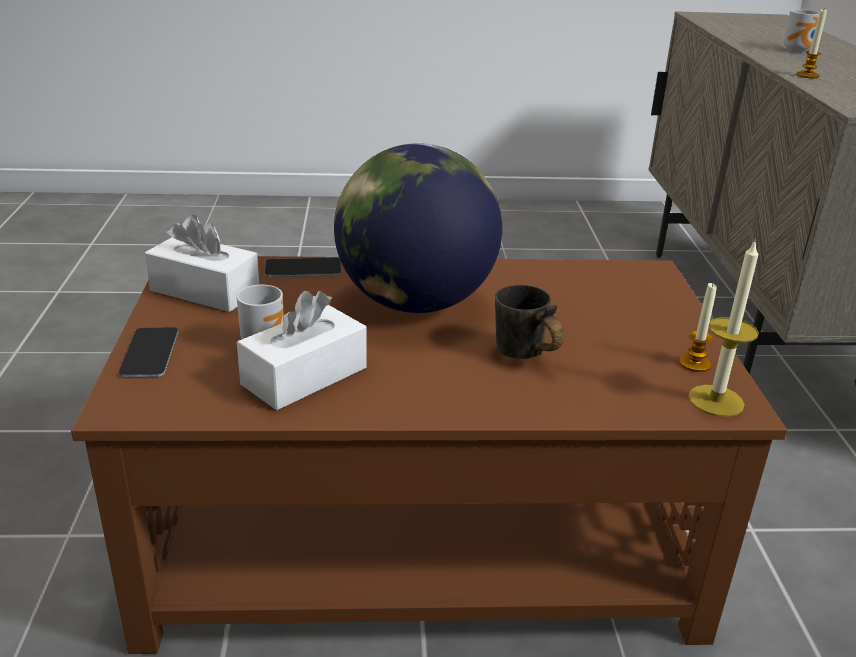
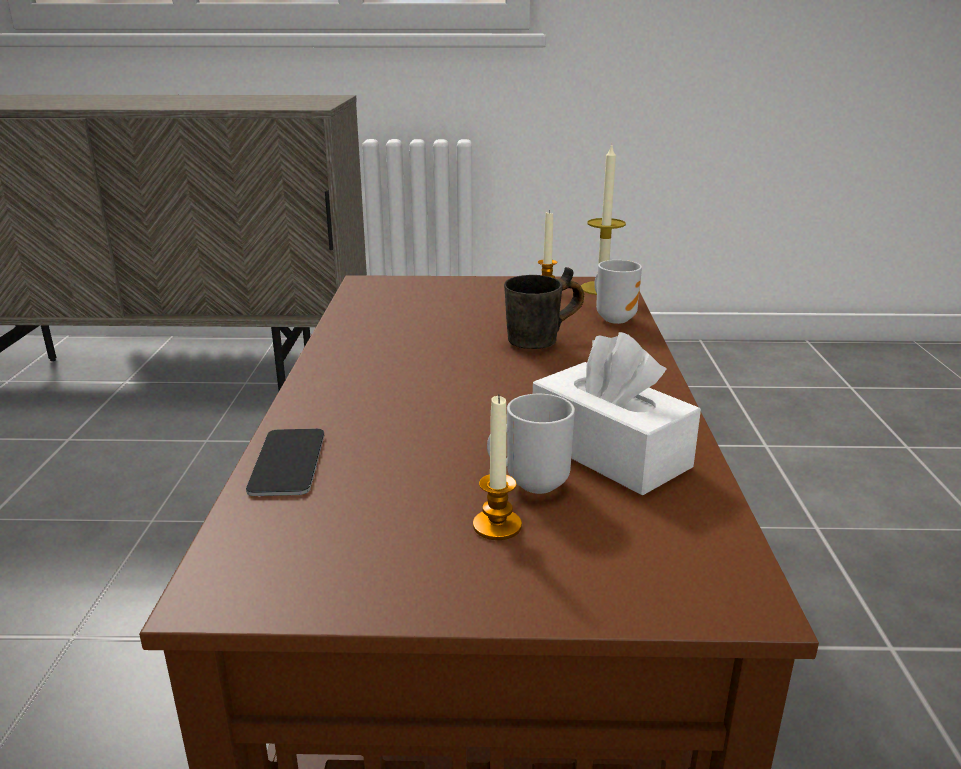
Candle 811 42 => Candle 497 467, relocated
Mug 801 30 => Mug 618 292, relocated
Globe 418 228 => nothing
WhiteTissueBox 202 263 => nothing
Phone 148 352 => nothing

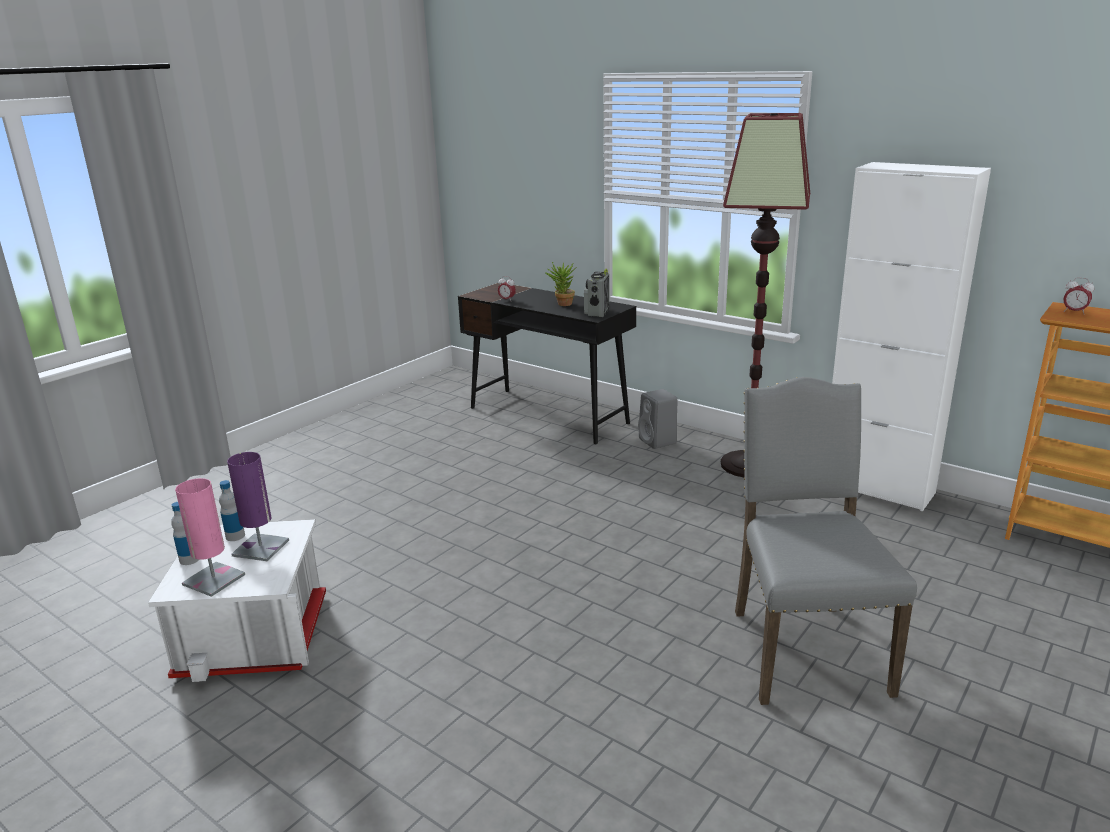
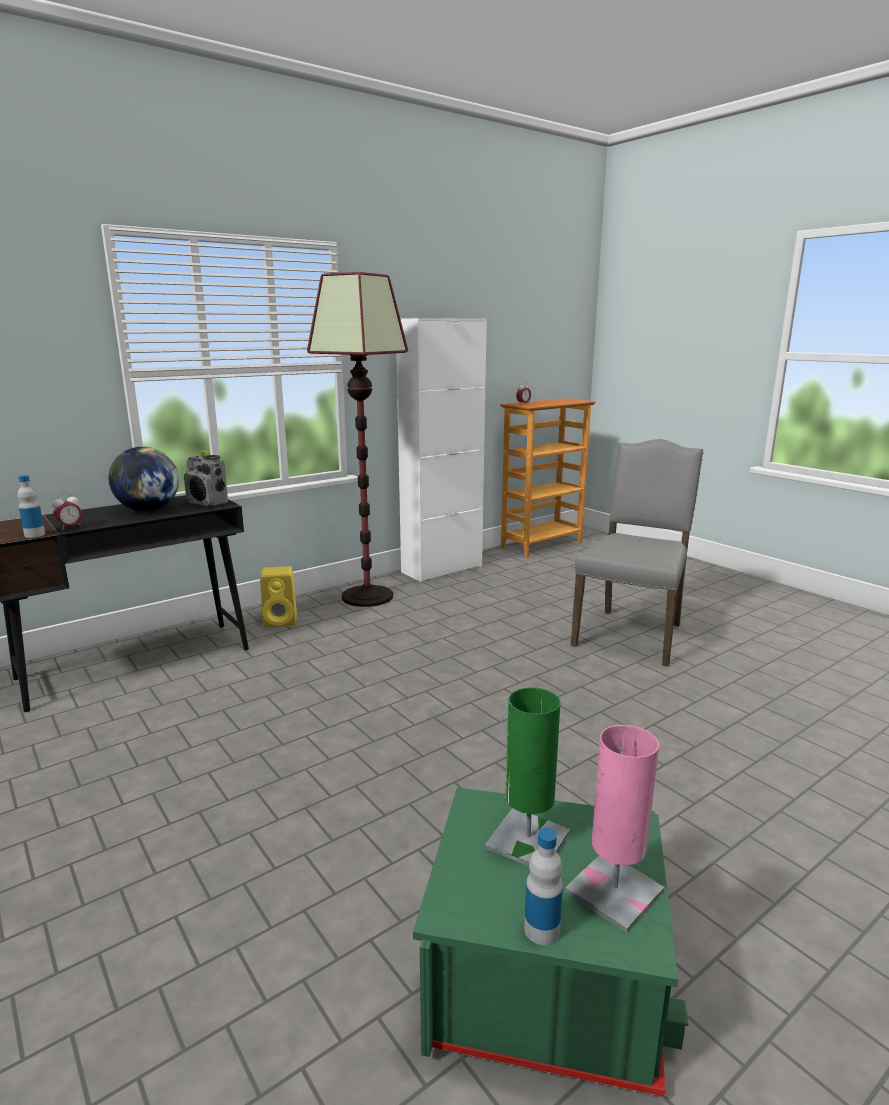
PottedPlant 561 284 => Globe 144 479
GreyChair 826 541 => GreyChair 637 553, 105 degrees clockwise
GreySpeaker 658 419 => YellowSpeaker 278 596
PurpleTableLamp 258 506 => GreenTableLamp 527 777
Bottle 232 510 => Bottle 31 506, relocated
WhiteStorageBox 237 600 => GreenStorageBox 550 942

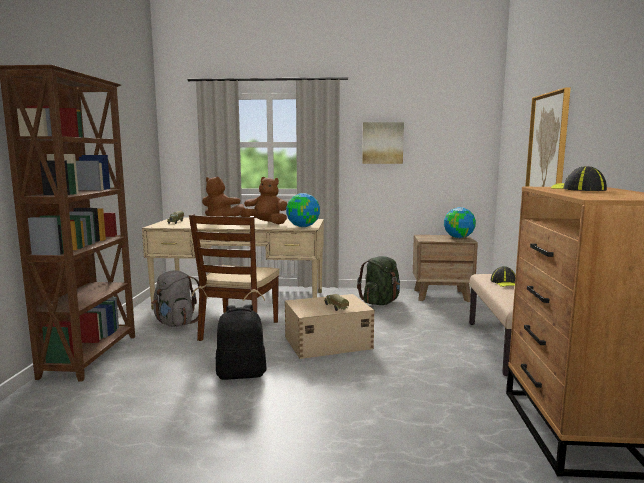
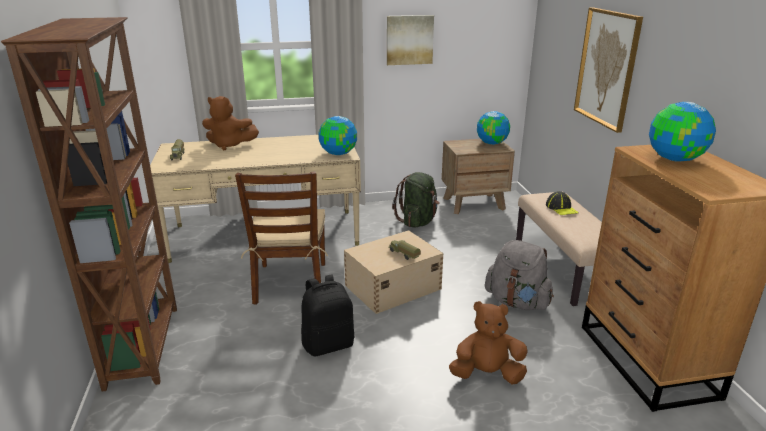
Cap 579 178 => Globe 682 132
BrownPlushToy 263 201 => BrownPlushToy 488 342, relocated
GreyBackpack 175 298 => GreyBackpack 519 275, relocated

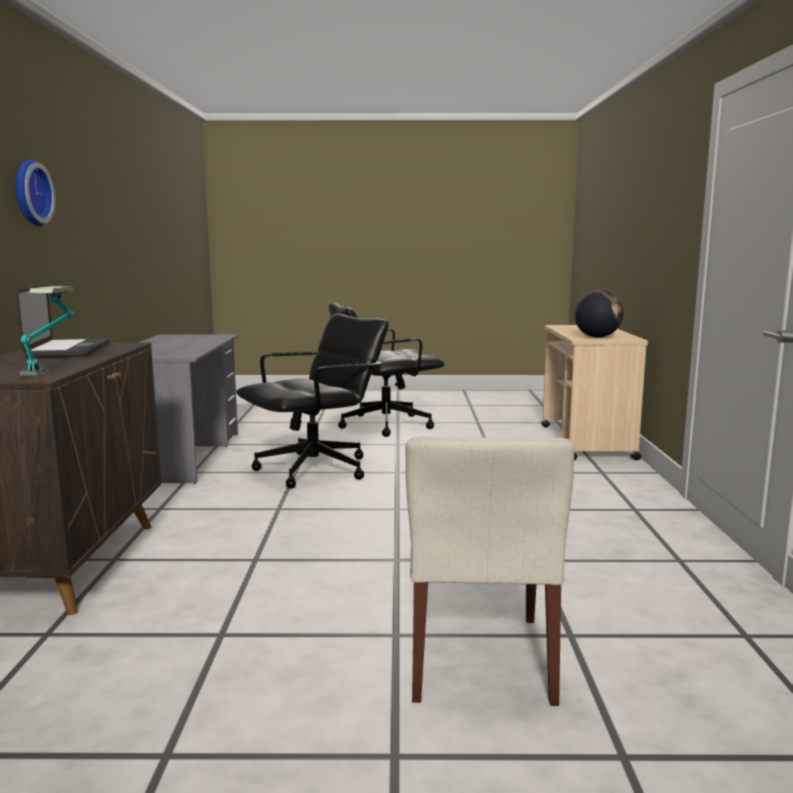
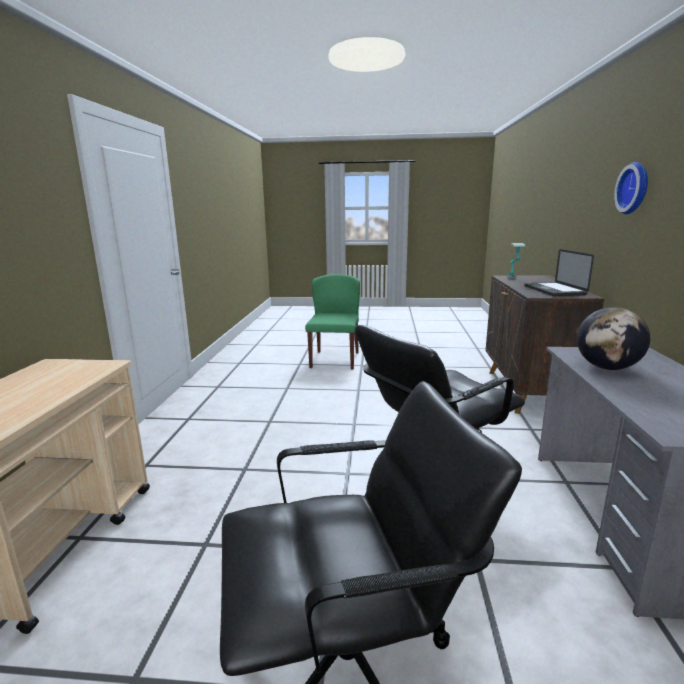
Globe 599 314 => Globe 613 338, relocated
BeigeChair 490 571 => GreenChair 332 321

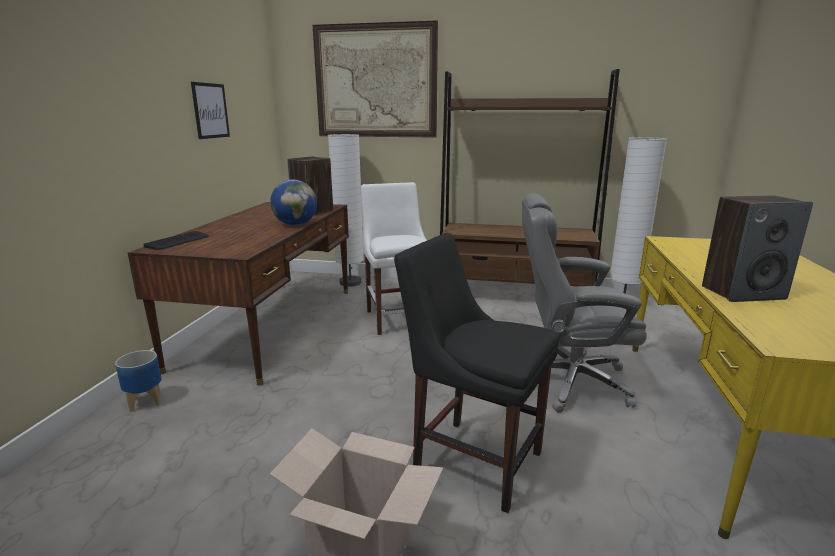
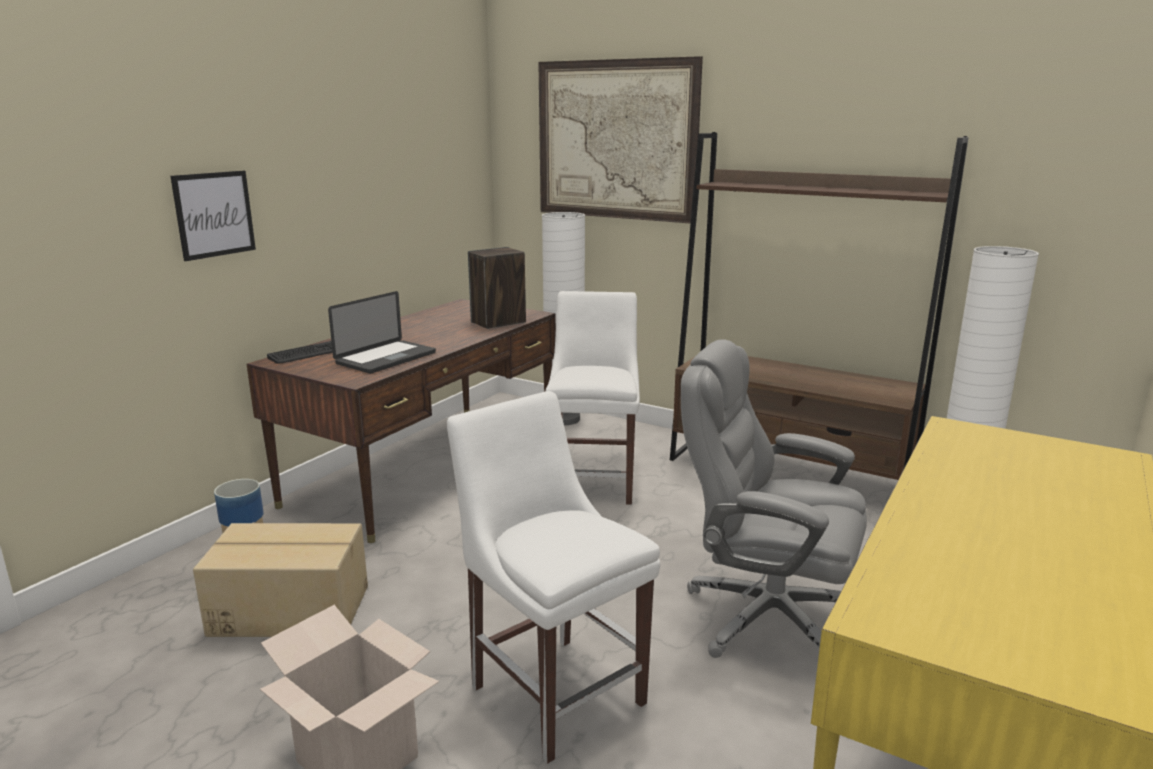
Picture 210 110 => Picture 213 216, relocated
Globe 293 202 => nothing
Speaker 757 248 => nothing
BlackChair 477 373 => WhiteChair 553 577
nothing => Laptop 382 332
nothing => CardboardBox 280 580

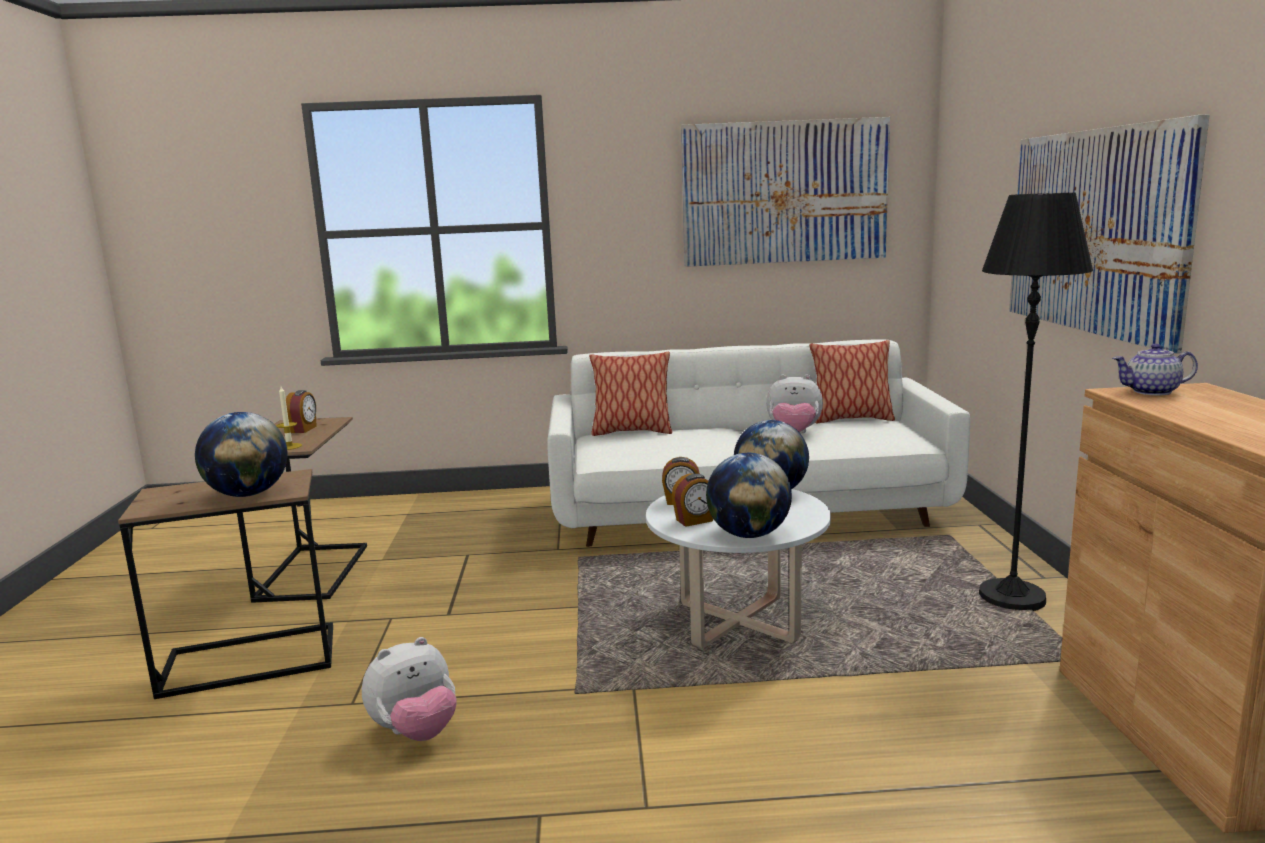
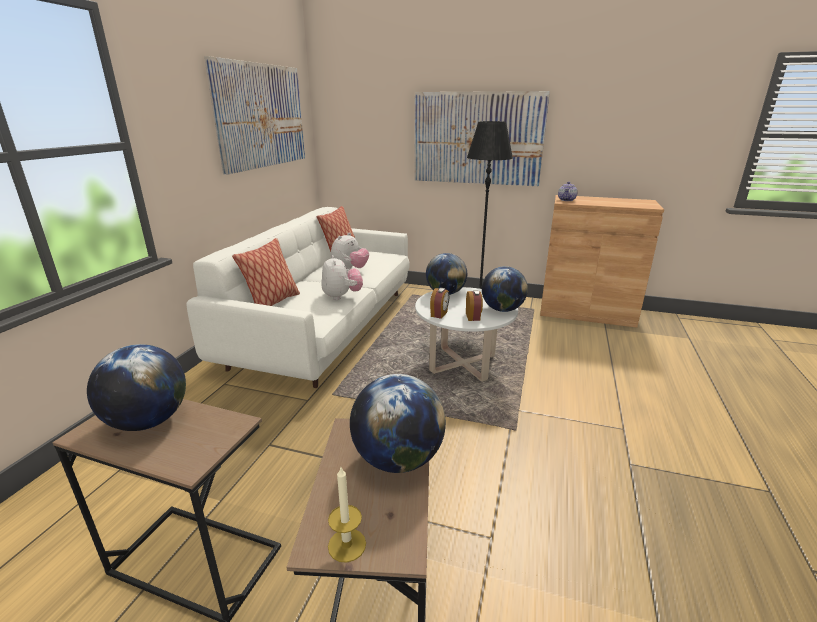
Candle 289 418 => Candle 347 515, relocated
AlarmClock 301 411 => Globe 136 387
PlushToy 409 689 => PlushToy 342 277, relocated

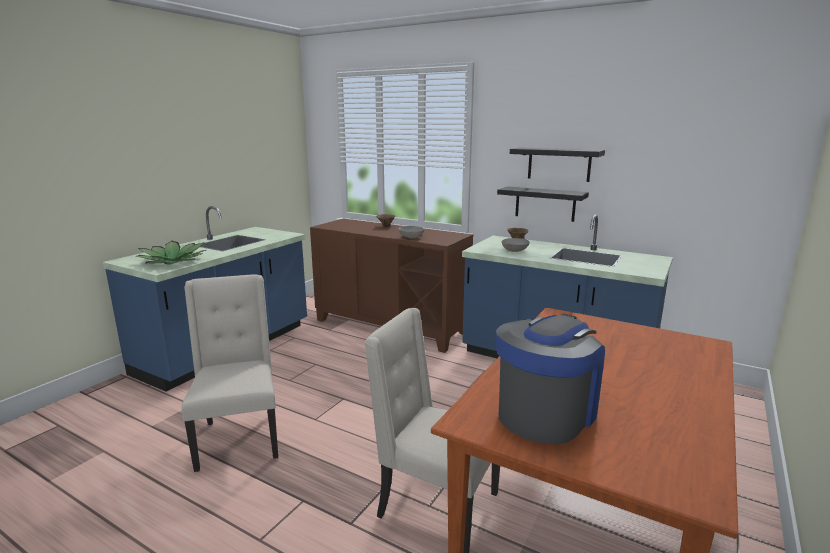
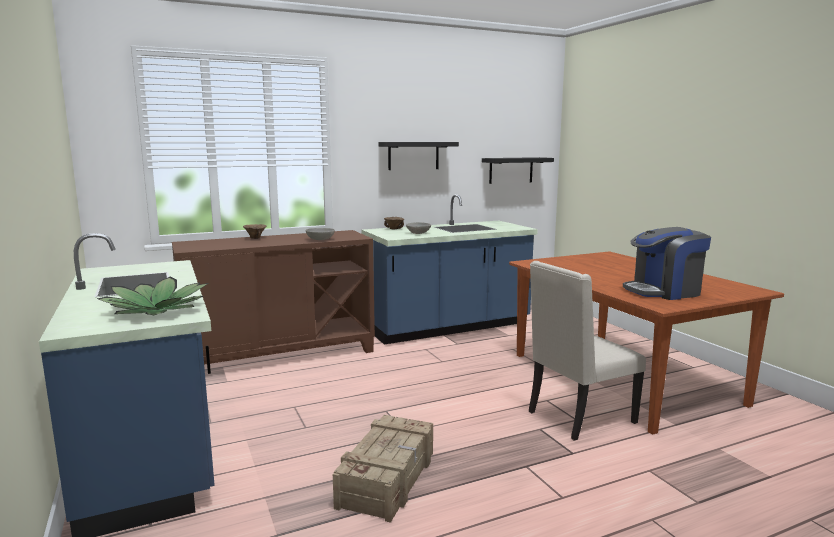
BlackShelf 543 204 => BlackShelf 518 170, relocated
BeigeChair 229 373 => Crate 383 469
CoffeeMachine 550 379 => CoffeeMachine 667 263, 90 degrees counterclockwise

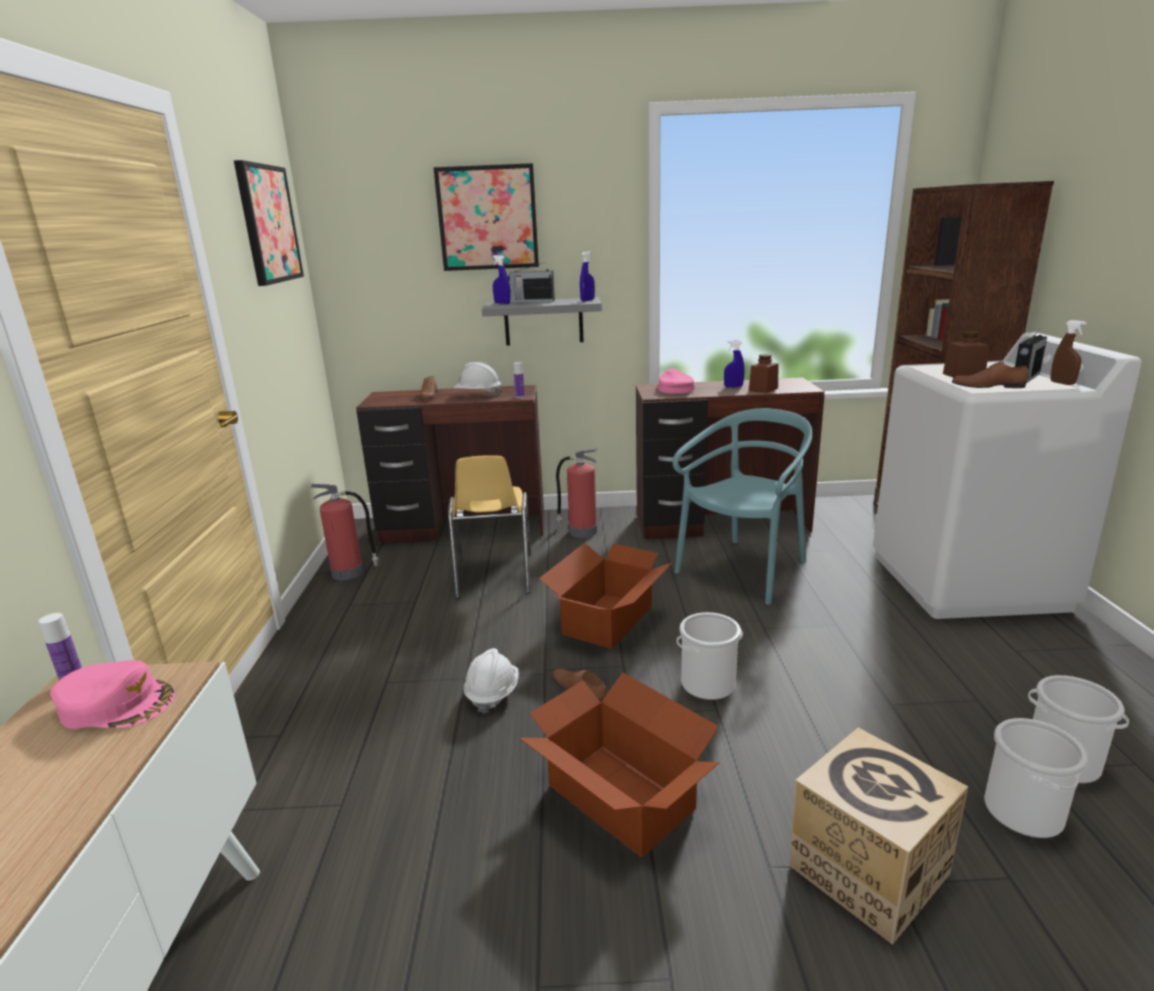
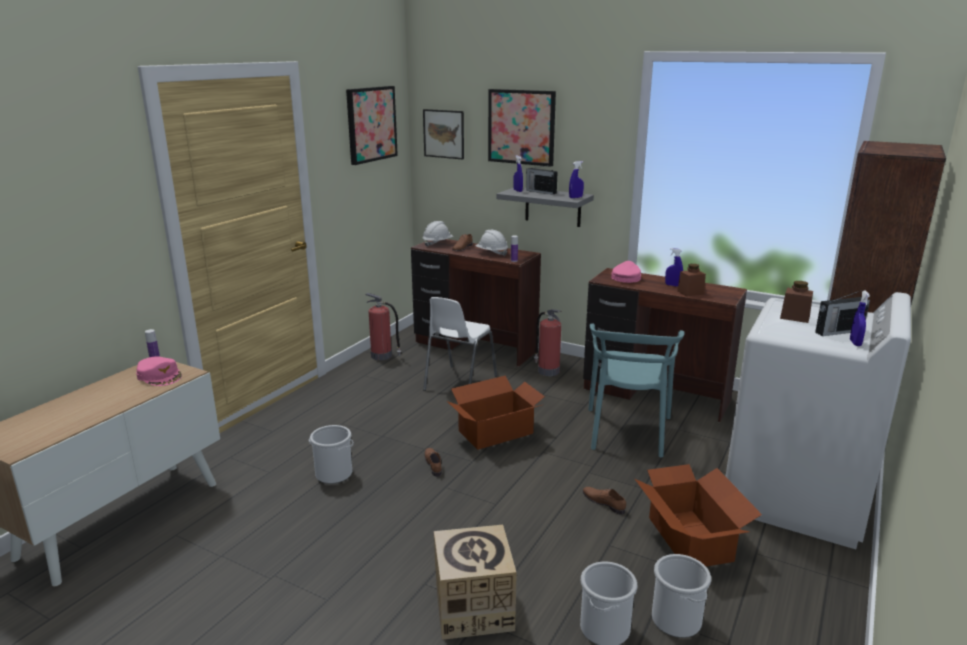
BrownSprayBottle 1069 352 => BlueSprayBottle 860 318
BrownShoe 990 374 => BrownShoe 604 501, relocated
TurquoiseChair 743 506 => TurquoiseChair 636 390, 120 degrees clockwise
YellowChair 489 527 => WhiteChair 460 344
Bucket 710 656 => Bucket 331 454, relocated
WhiteHardHat 491 681 => WhiteHardHat 438 234, relocated
CardboardBox 619 765 => CardboardBox 698 515, relocated
nothing => Picture 443 134

